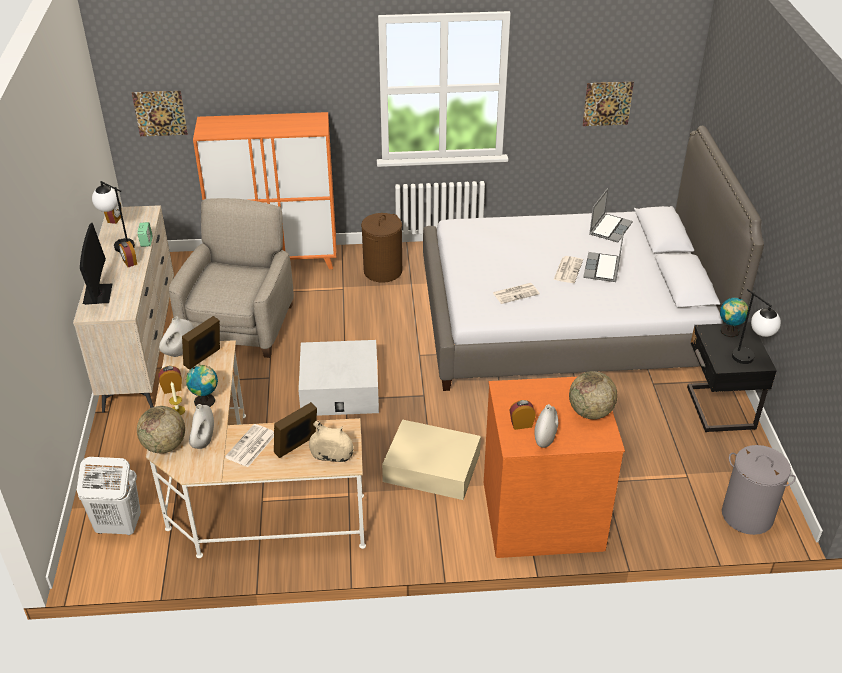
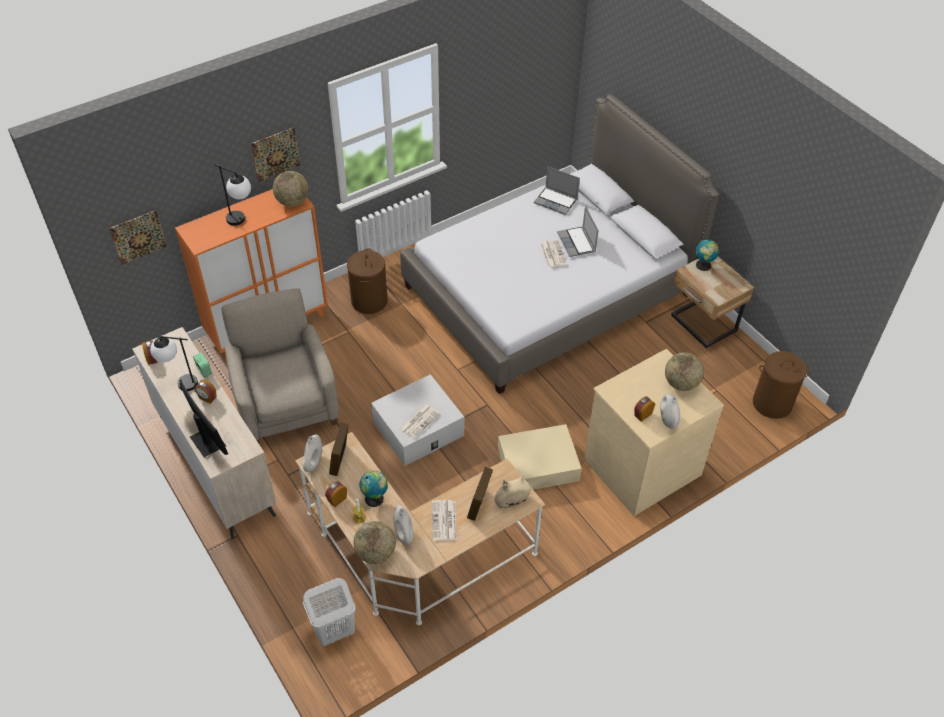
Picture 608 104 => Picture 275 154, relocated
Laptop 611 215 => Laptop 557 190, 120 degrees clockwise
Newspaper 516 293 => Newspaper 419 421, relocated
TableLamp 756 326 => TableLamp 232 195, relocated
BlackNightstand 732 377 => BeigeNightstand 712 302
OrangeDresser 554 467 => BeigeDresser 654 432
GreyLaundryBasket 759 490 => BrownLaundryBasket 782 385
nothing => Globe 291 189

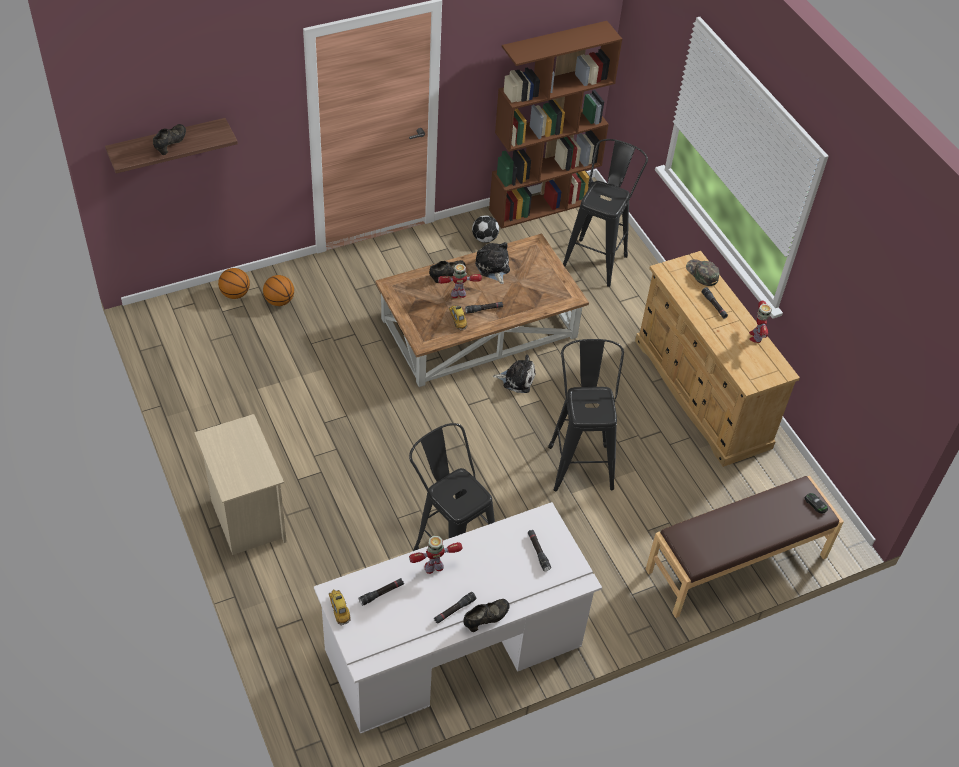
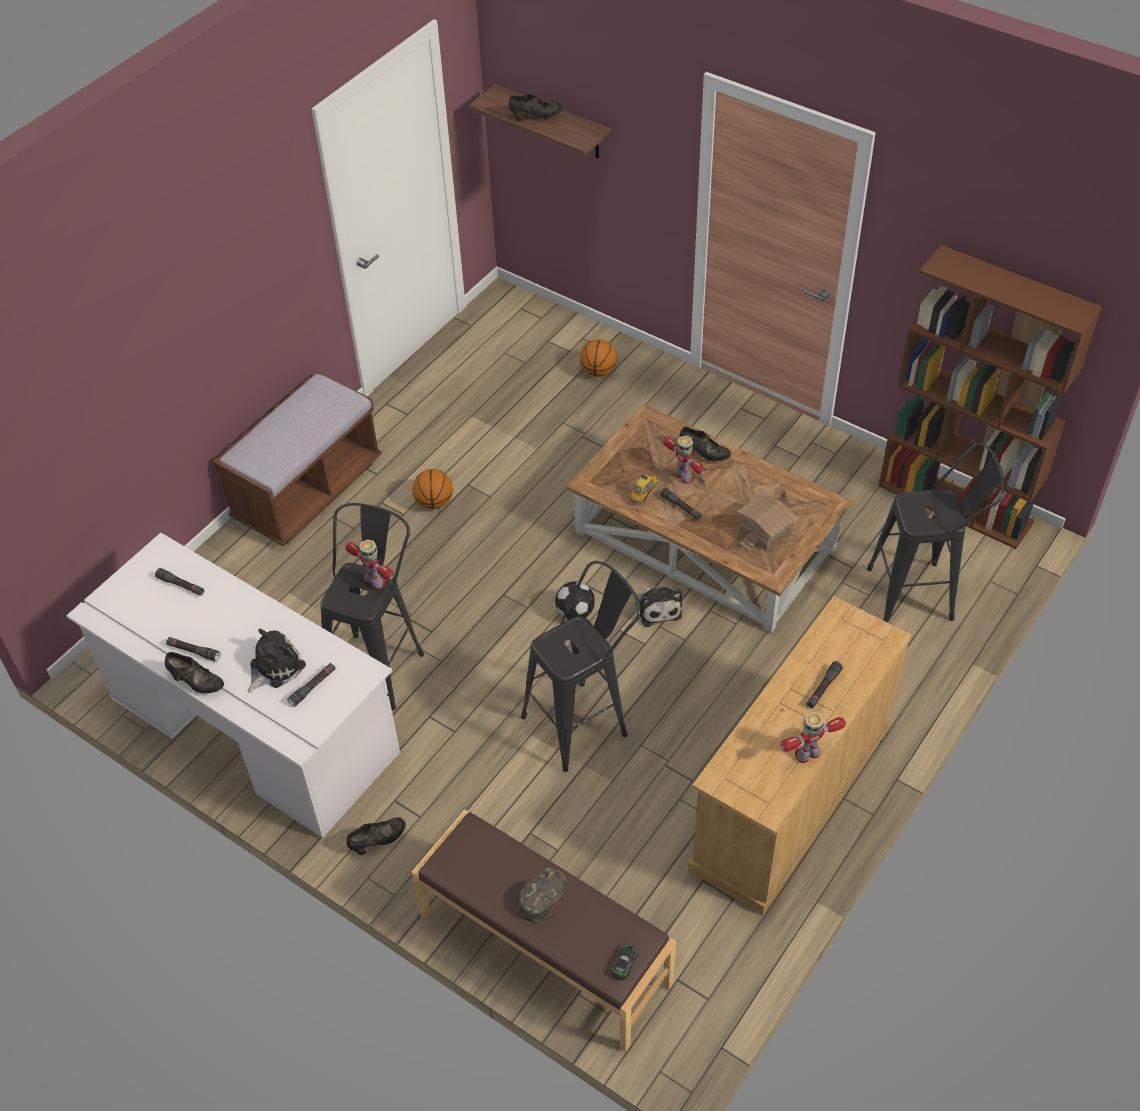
Football 485 229 => Football 575 600, relocated
PlushToy 492 263 => PlushToy 277 661, relocated
GreenCap 702 272 => GreenCap 543 895, relocated
Basketball 234 283 => Basketball 432 489, relocated
BeigeNightstand 240 484 => BrownBench 297 458
ToyRobot 435 555 => ToyRobot 369 564, relocated
ToyCar 340 608 => nothing
nothing => ToyHouse 767 522
nothing => BlackShoe 376 836

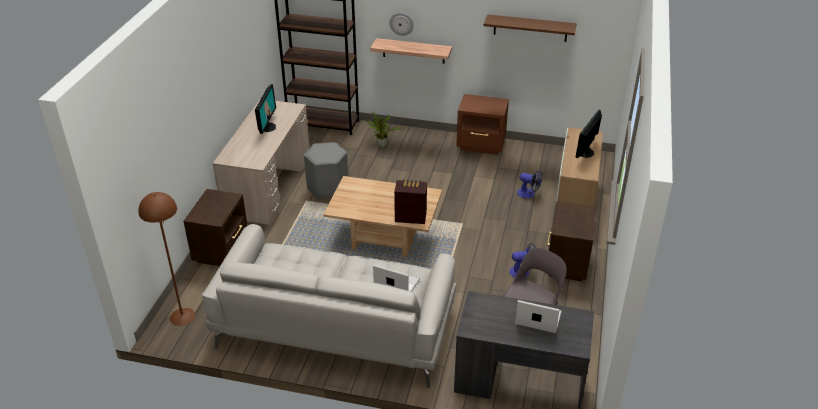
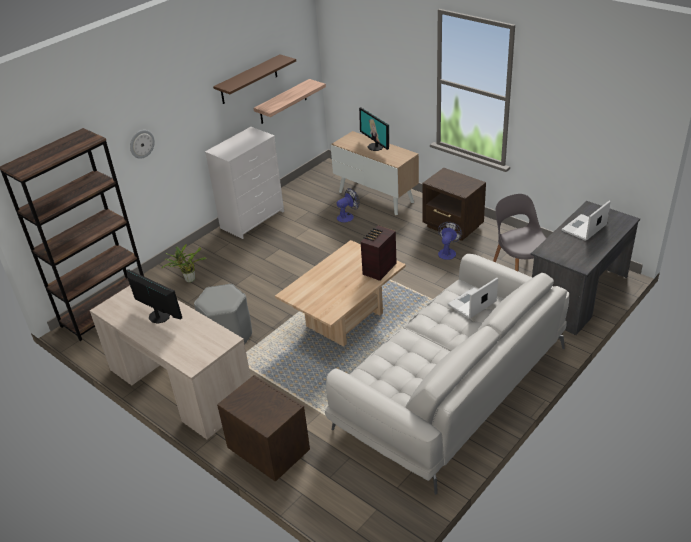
Shelf 411 51 => Shelf 290 101, relocated
BrownNightstand 482 124 => WhiteDresser 244 183
BrownFloorLamp 166 259 => nothing

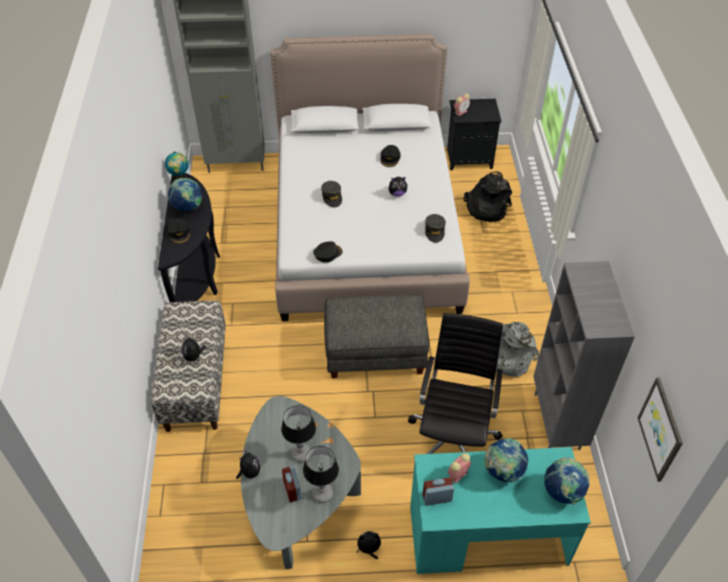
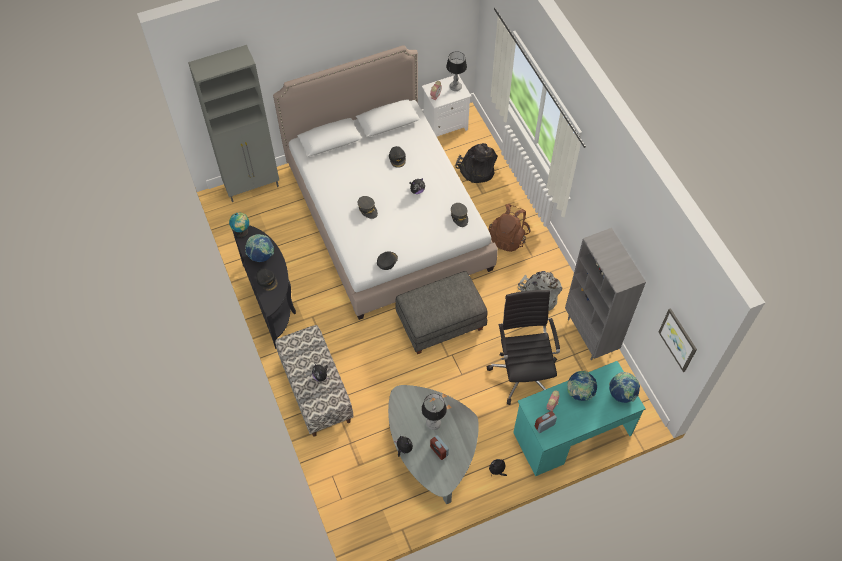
BlackNightstand 474 134 => WhiteNightstand 446 105
TableLamp 321 474 => TableLamp 456 71, relocated
nothing => BrownBackpack 509 227

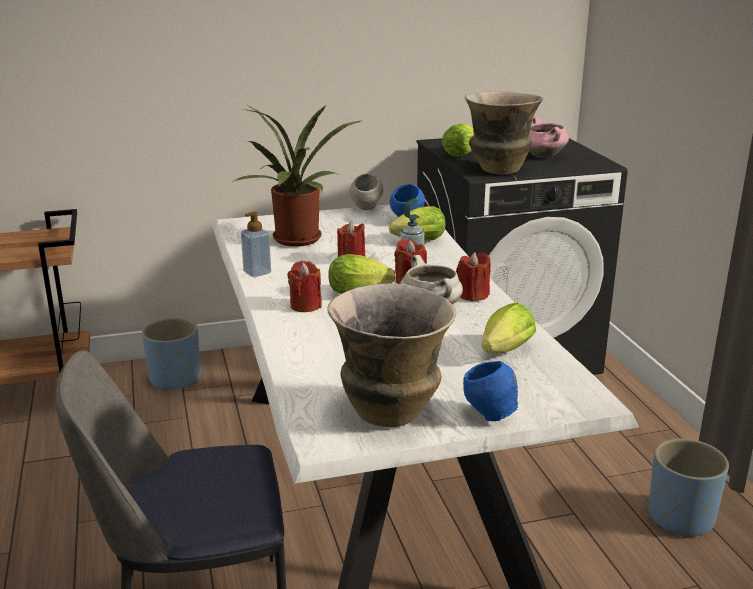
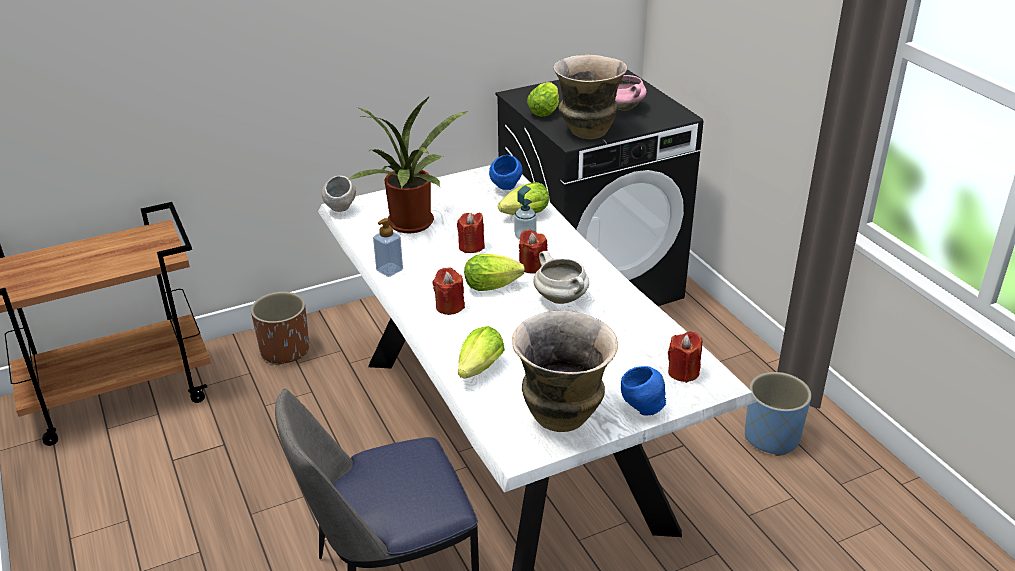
GreyBowl 366 192 => GreyBowl 339 194, relocated
RedCandle 473 277 => RedCandle 685 357, relocated
Lettuce 509 328 => Lettuce 481 352, relocated
BluePlanter 171 354 => BrownPlanter 280 329

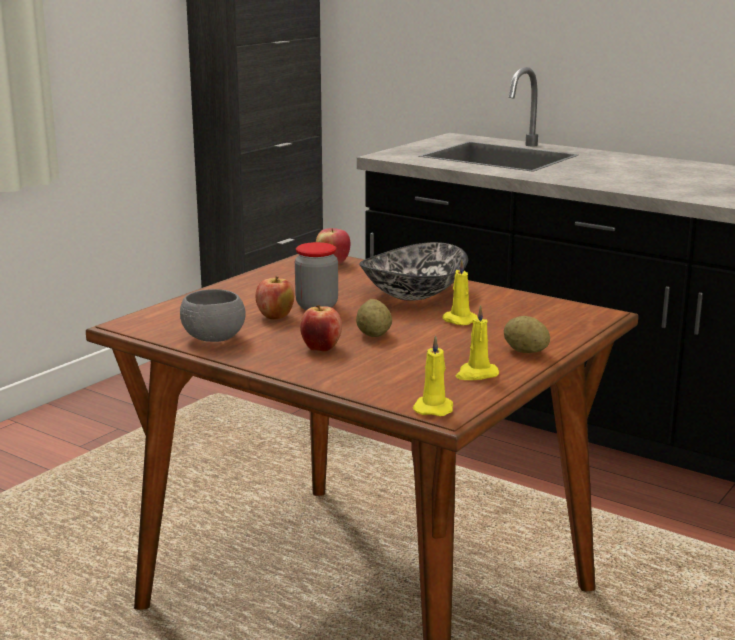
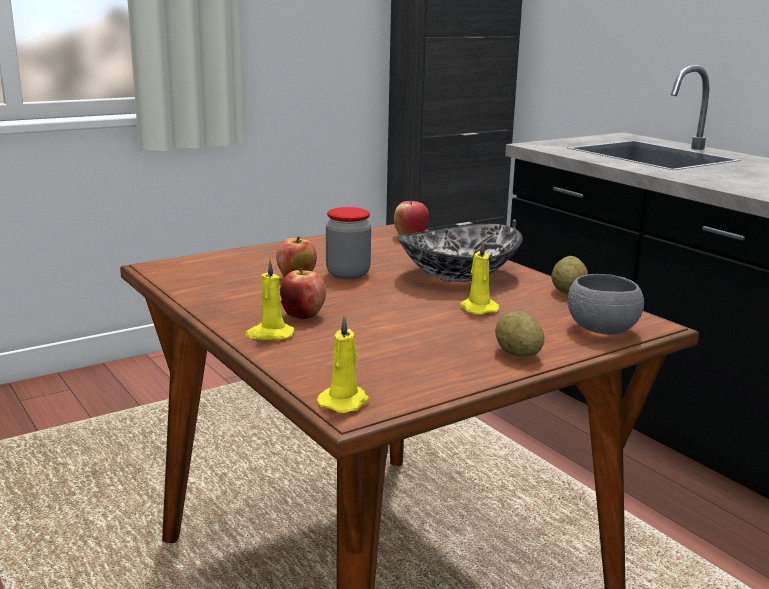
GreyBowl 213 315 => GreyBowl 606 304, relocated
Potato 374 318 => Potato 569 275, relocated
YellowCandle 477 342 => YellowCandle 269 299, relocated

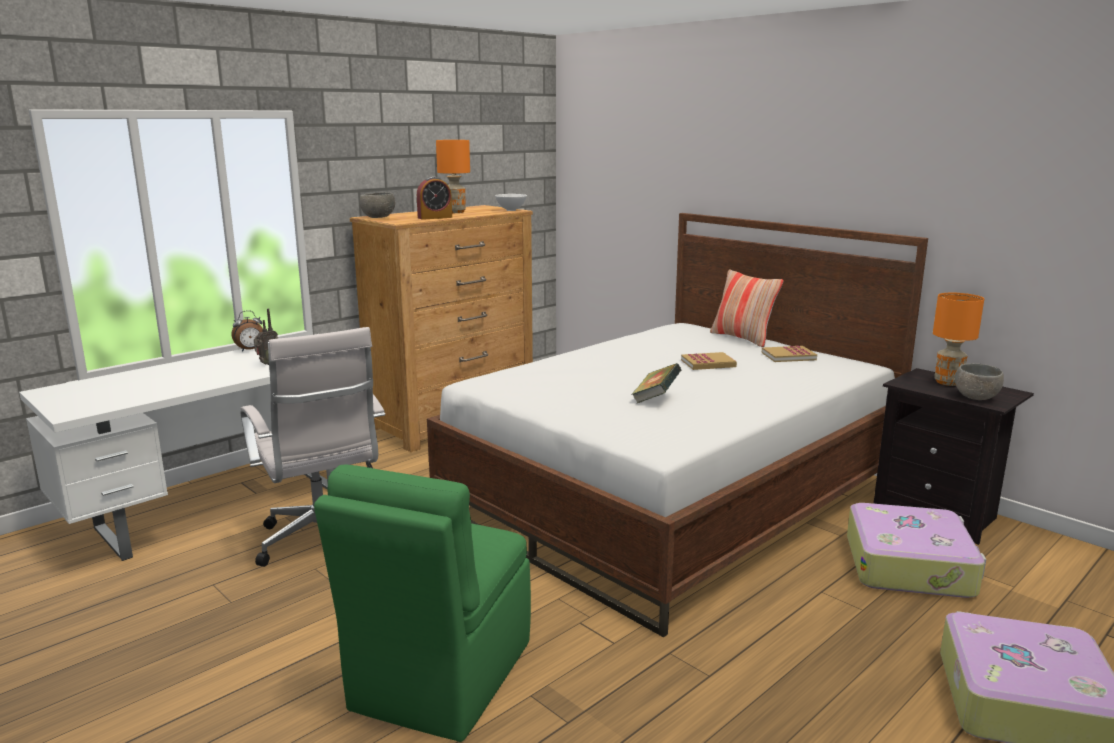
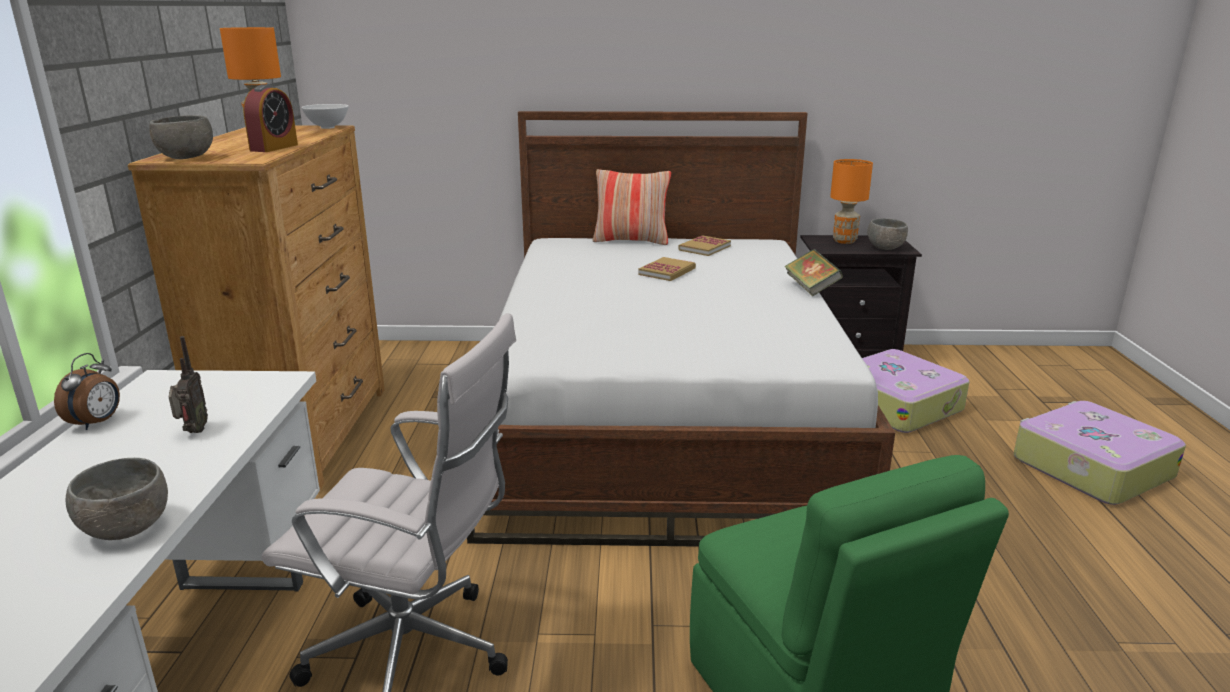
Book 656 383 => Book 813 272, relocated
nothing => GreyBowl 117 499

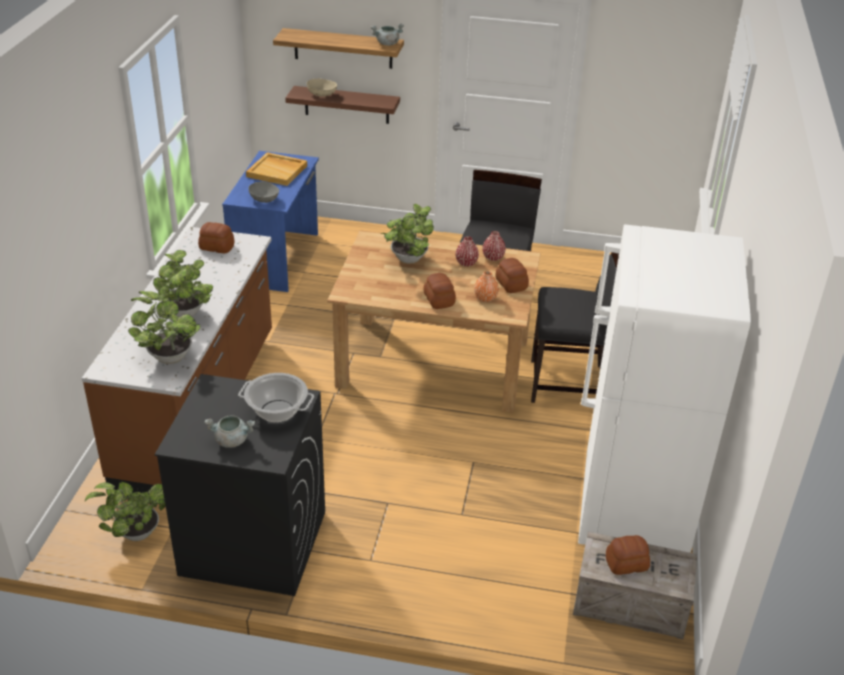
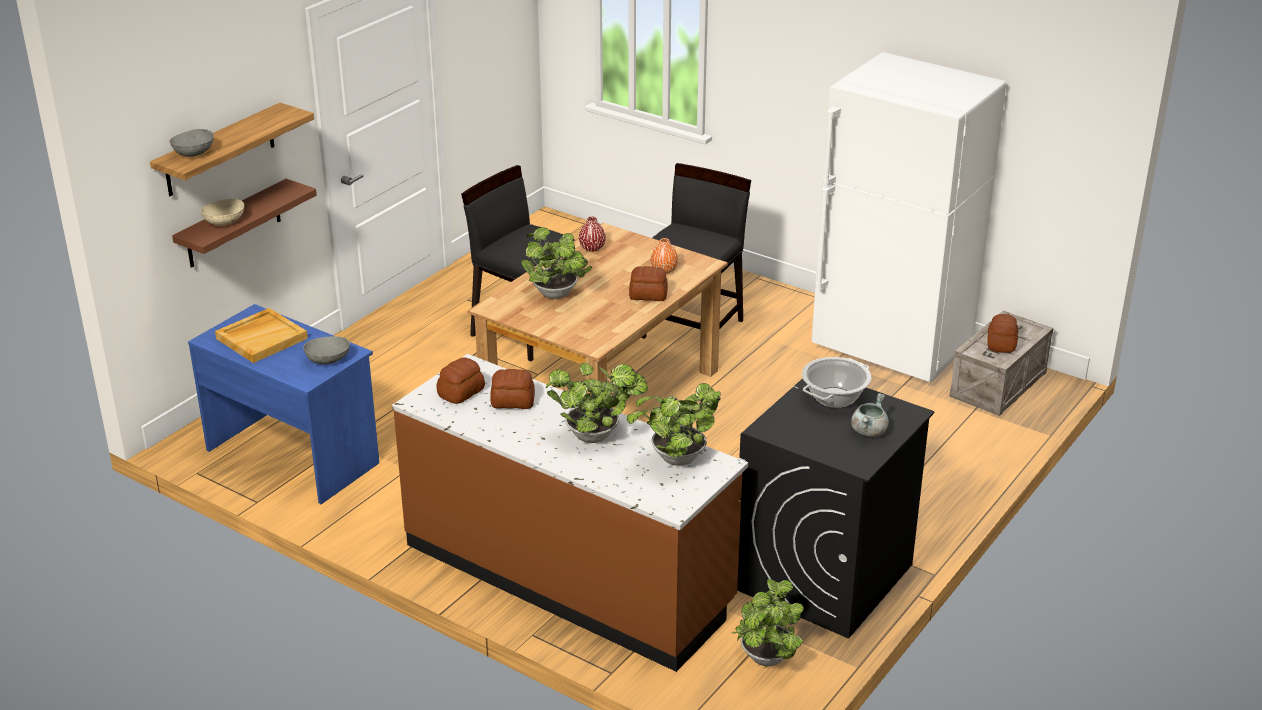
GreyCookingPot 387 34 => nothing
RedVase 467 251 => nothing
Bread 512 275 => Bread 512 389, relocated
nothing => GreyBowl 191 143

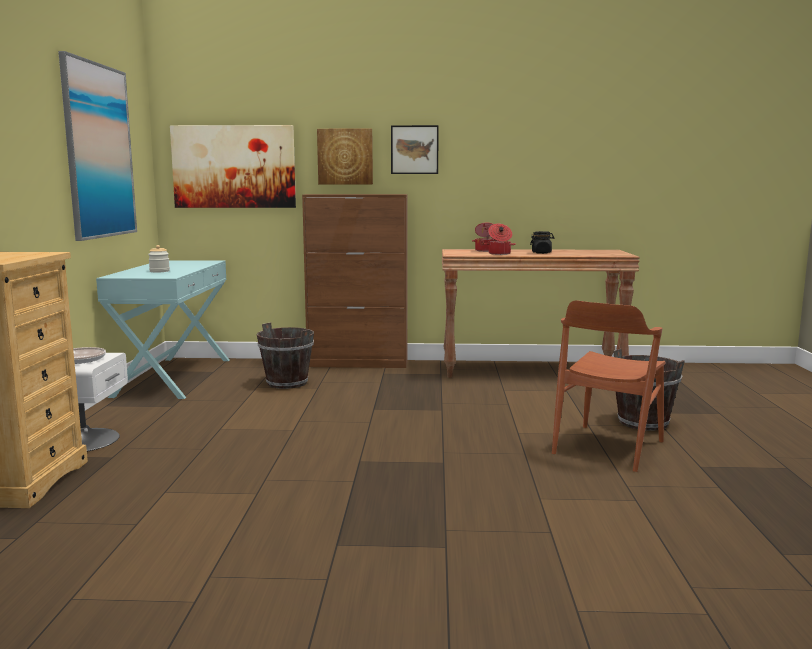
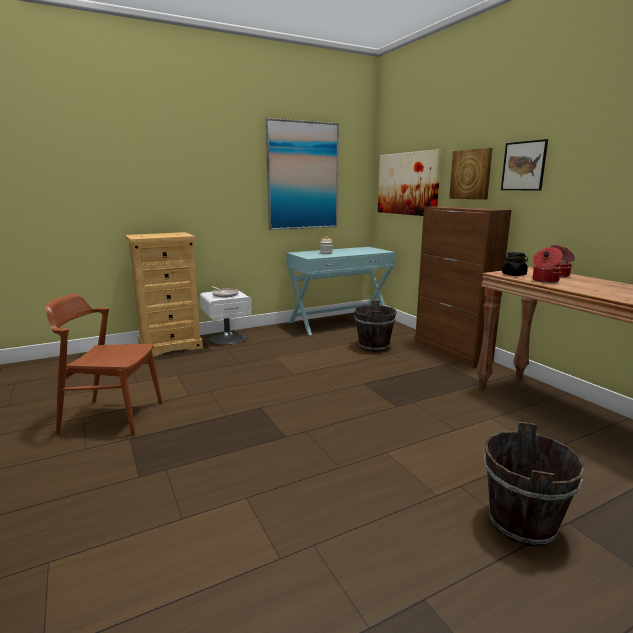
BlackJar 542 242 => BlackJar 515 264, relocated
BrownChair 609 386 => BrownChair 103 365, relocated

